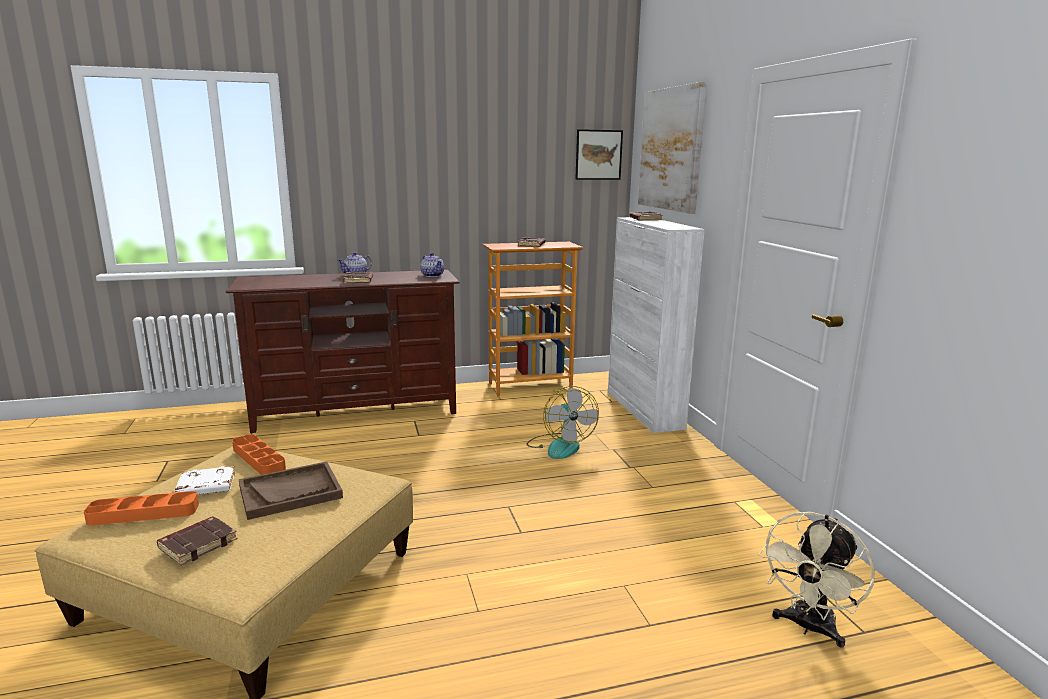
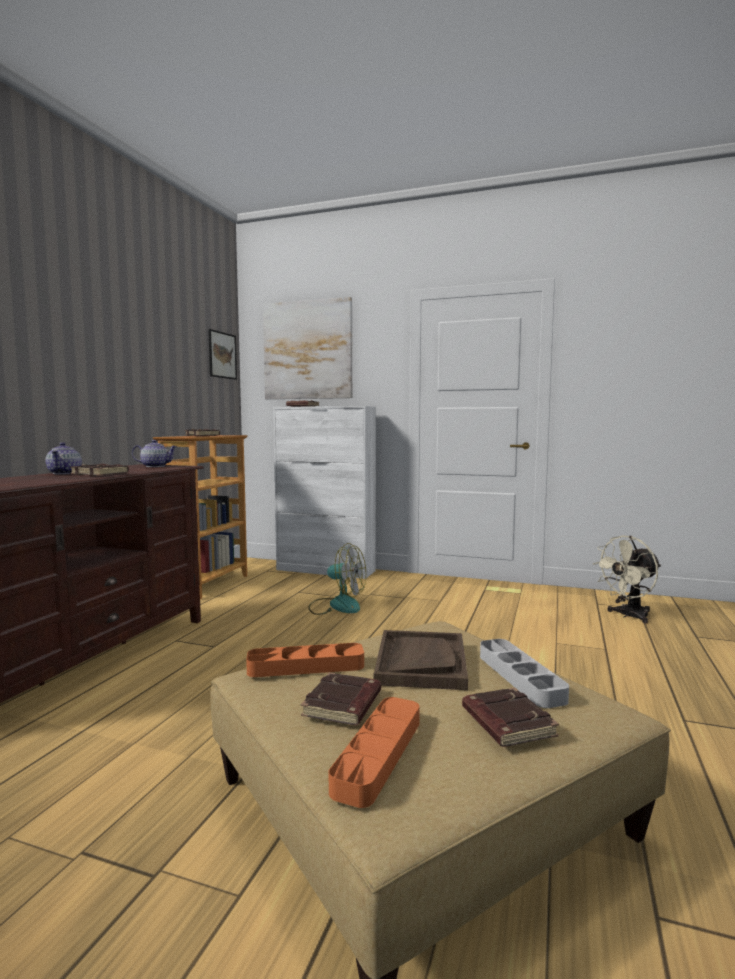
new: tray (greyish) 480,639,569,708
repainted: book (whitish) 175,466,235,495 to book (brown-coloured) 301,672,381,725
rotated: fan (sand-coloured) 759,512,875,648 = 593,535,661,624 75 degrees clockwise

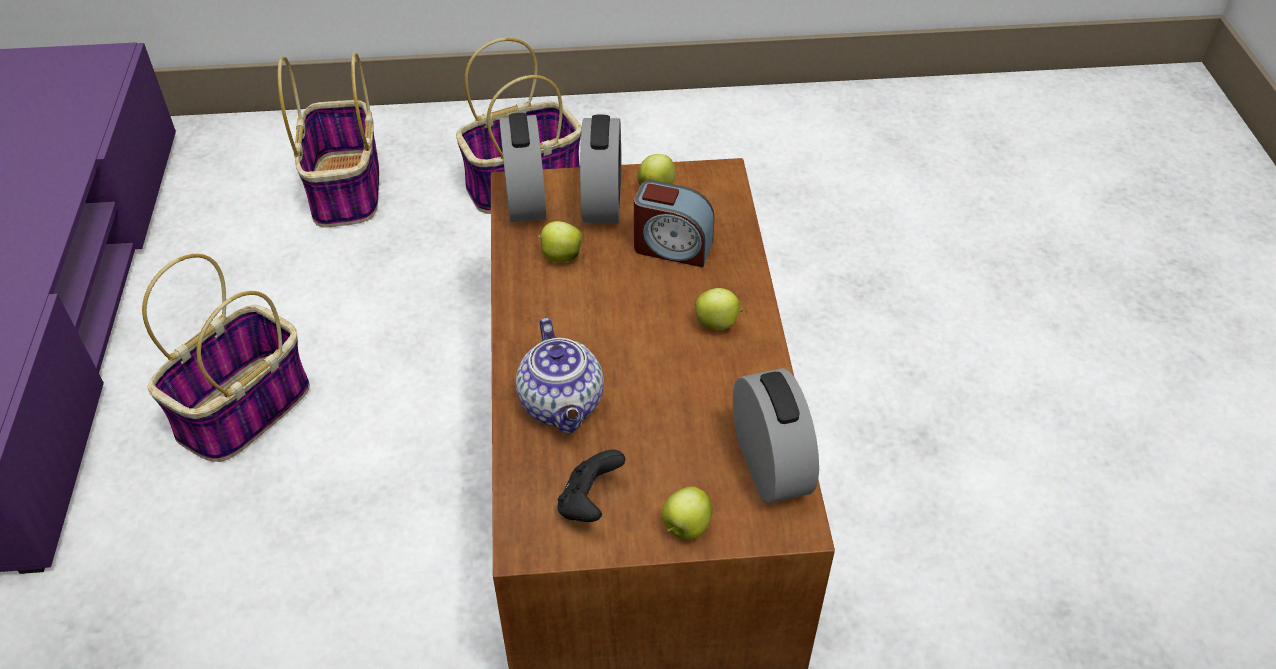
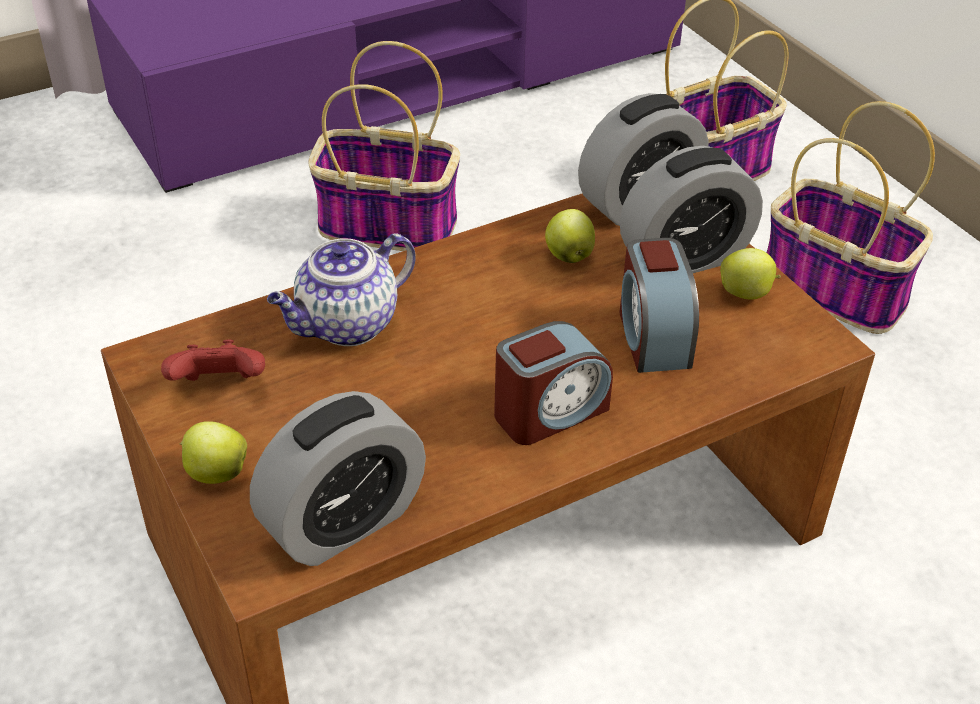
swapped: apple fruit 694,288,744,330 to table clock 494,321,613,445
repainted: joypad (black-coloured) 557,450,625,522 to joypad (reddish) 161,339,265,381

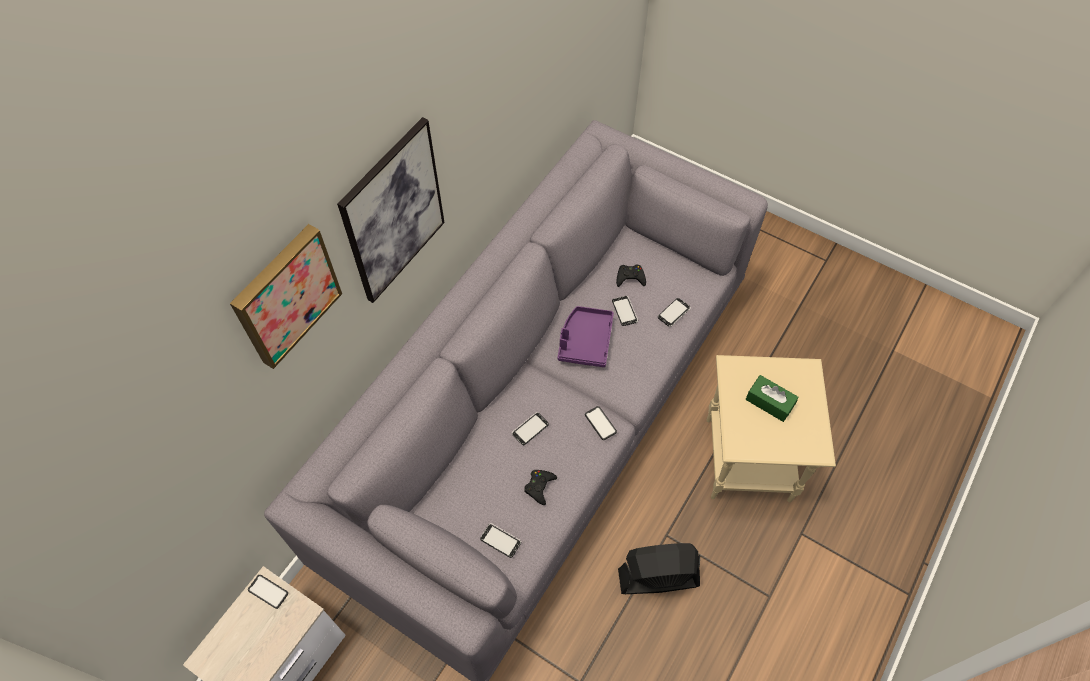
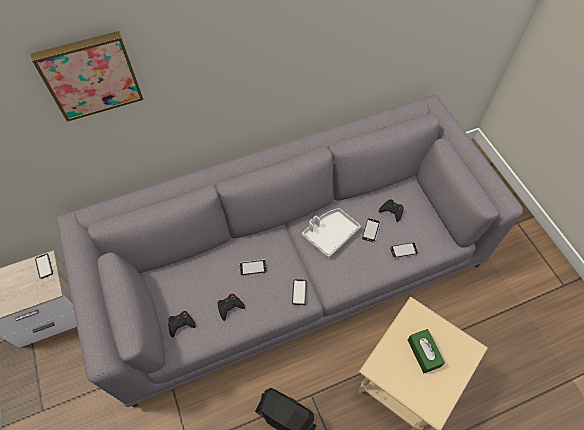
gone: picture 337,117,445,303
swapped: phone 480,523,521,558 to joypad (black-coloured) 168,311,196,338
repainted: tray (purple) 557,306,614,367 to tray (whitish) 302,208,361,258

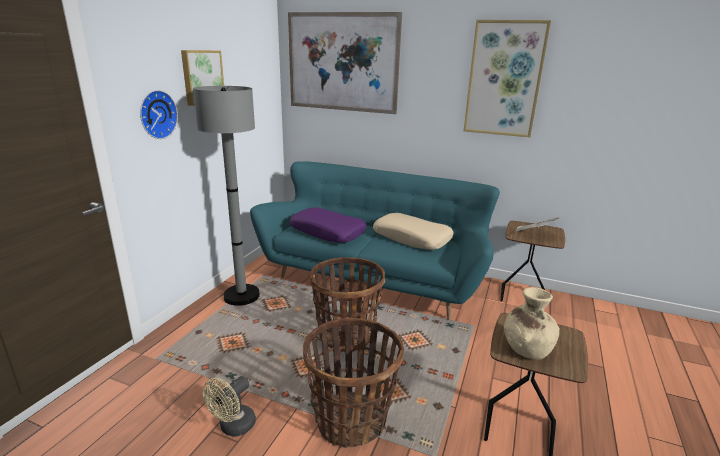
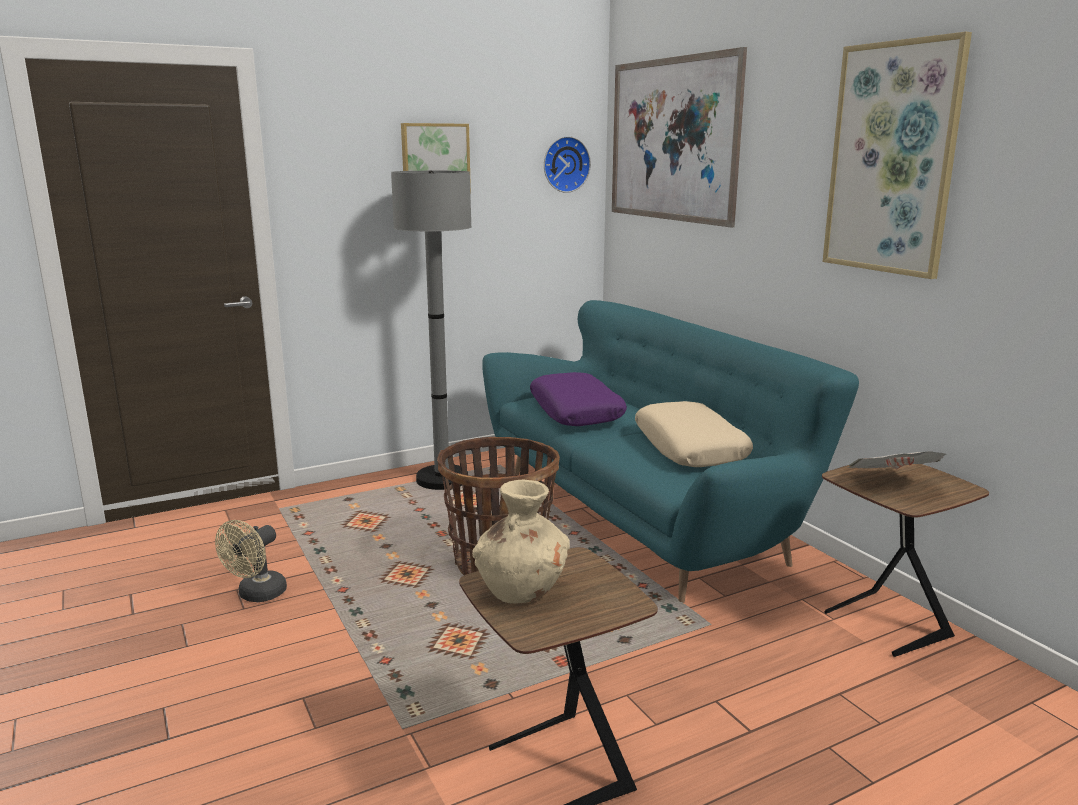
gone: basket 303,318,404,448
shifted: wall clock 140,90,178,139 to 544,136,591,193
rotated: fan (sand-coloured) 203,376,256,437 = 215,520,287,602 45 degrees counterclockwise

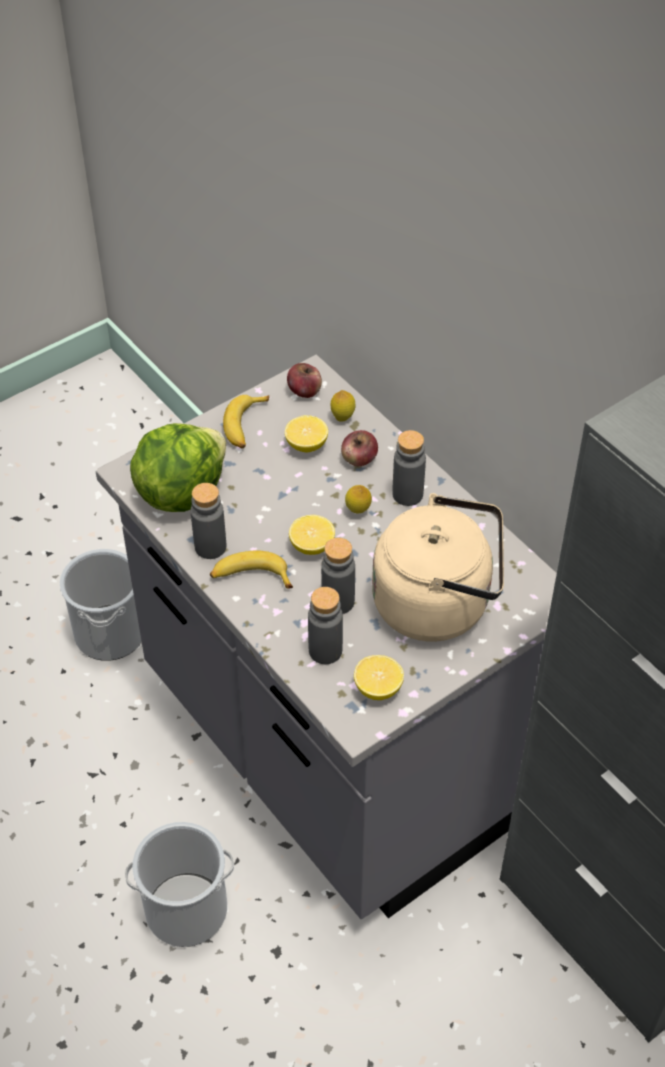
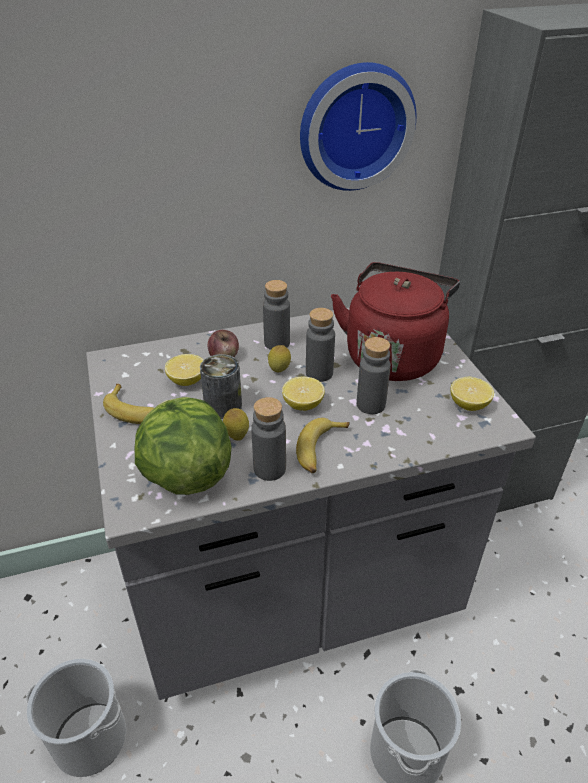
gone: apple fruit 287,363,322,398
new: metal can 200,354,242,418; wall clock 300,62,416,191
shifted: drink bottle (greyish) 308,587,343,664 to 306,308,335,382; whole lemon 330,390,356,422 to 223,408,249,441
repainted: water kettle (sand-coloured) 372,493,504,642 to water kettle (reddish) 331,262,460,381

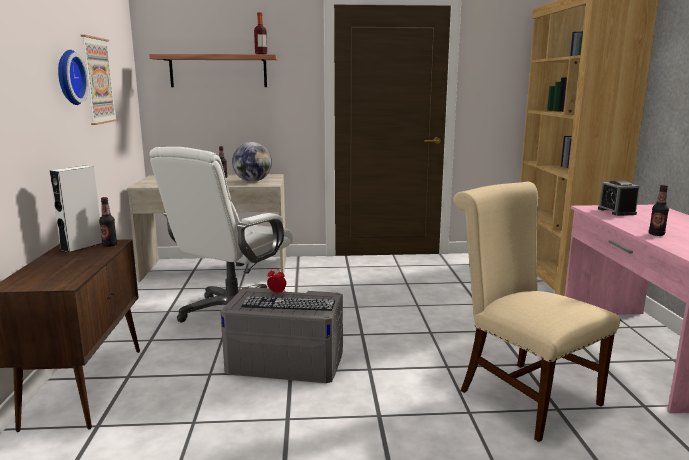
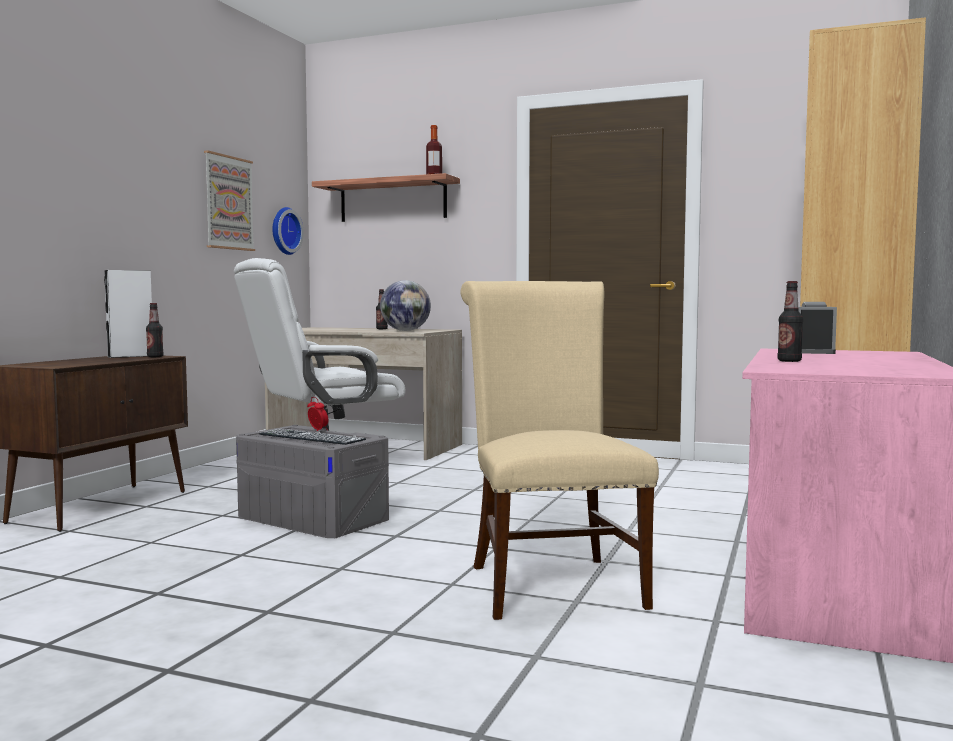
shifted: wall clock 58,50,89,105 to 272,207,304,255

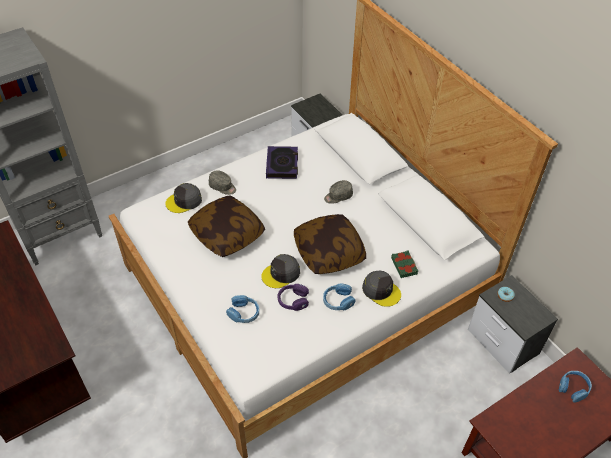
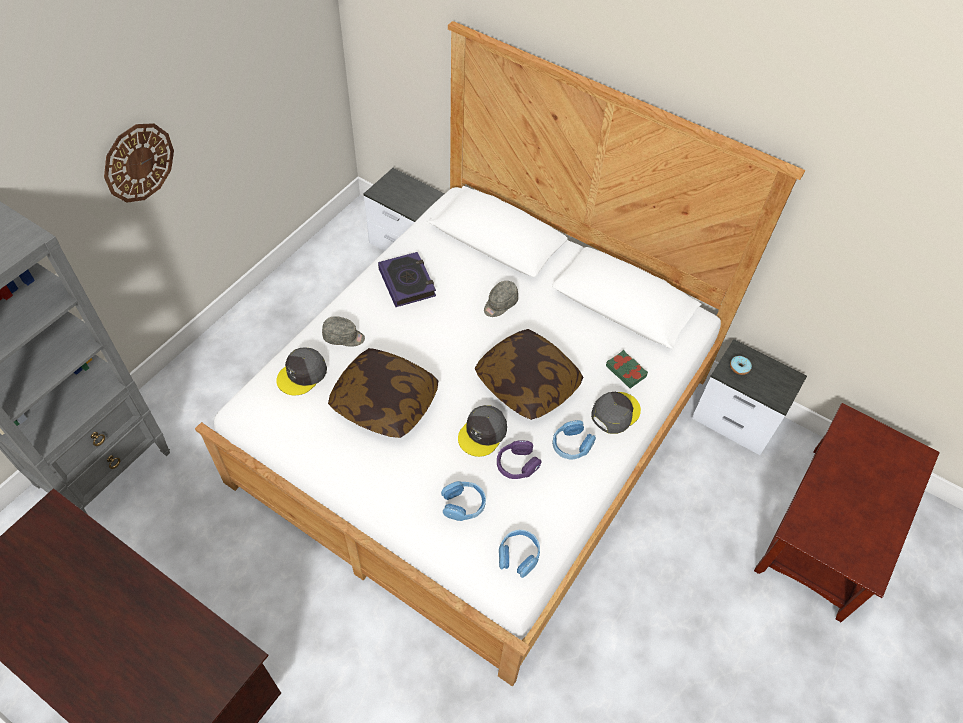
new: wall clock 104,123,174,203
shifted: pair of headphones (blue) 559,371,592,403 to 499,530,540,578
rotated: peaked cap (greyish) 362,271,401,307 = 591,392,641,434 60 degrees counterclockwise

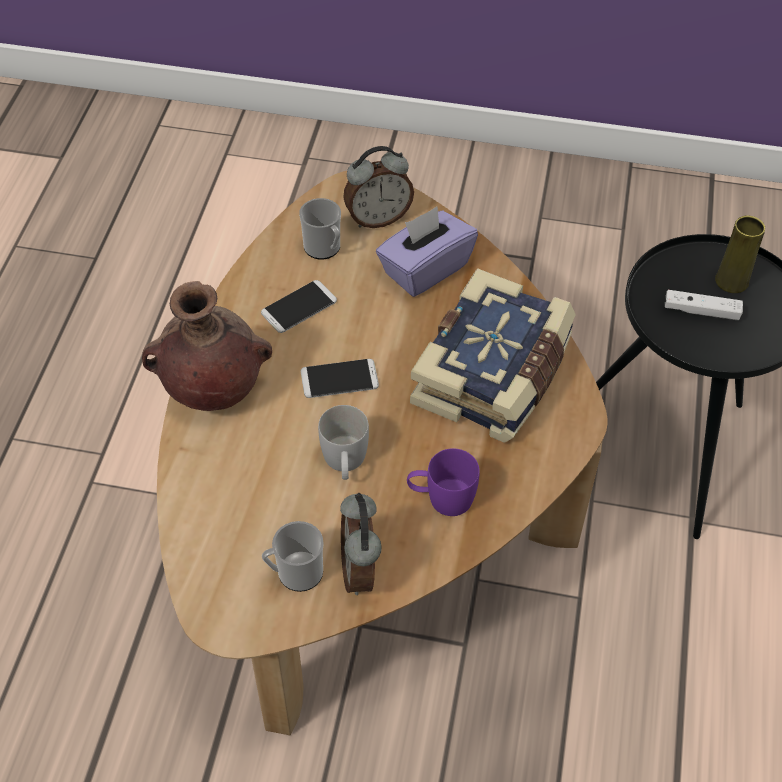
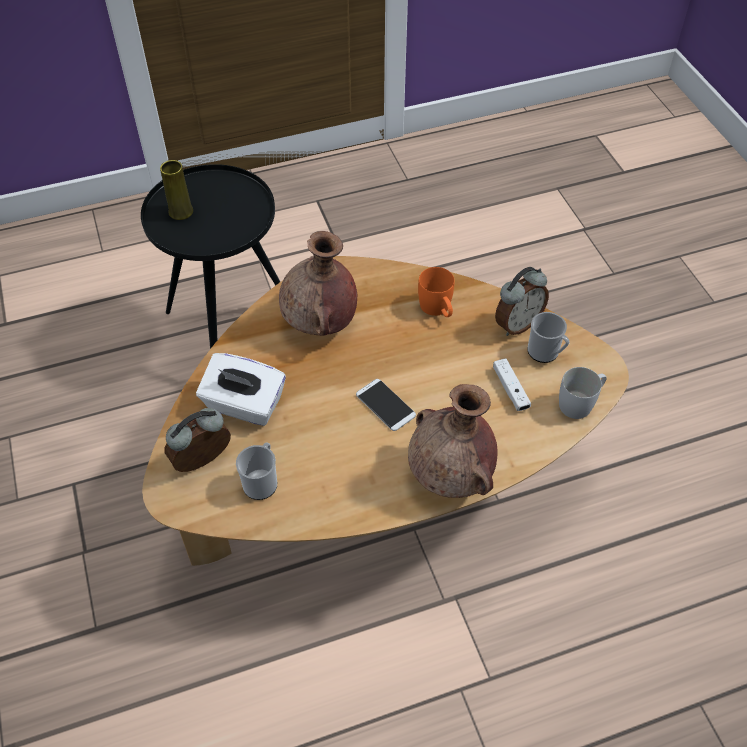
gone: phone 261,280,337,333
shifted: tea mug (whitish) 318,405,369,480 to 559,367,607,419; joypad (whitish) 665,290,743,320 to 493,358,531,411
swapped: book 410,268,576,443 to decorative vase (brown-coloured) 279,231,357,336
repainted: box of tissues (purple) 376,207,478,297 to box of tissues (whitish) 196,353,286,426; tea mug (purple) 407,449,480,516 to tea mug (orange-coloured) 418,267,455,317
rotated: table clock 343,146,414,228 = 165,408,231,472 75 degrees counterclockwise

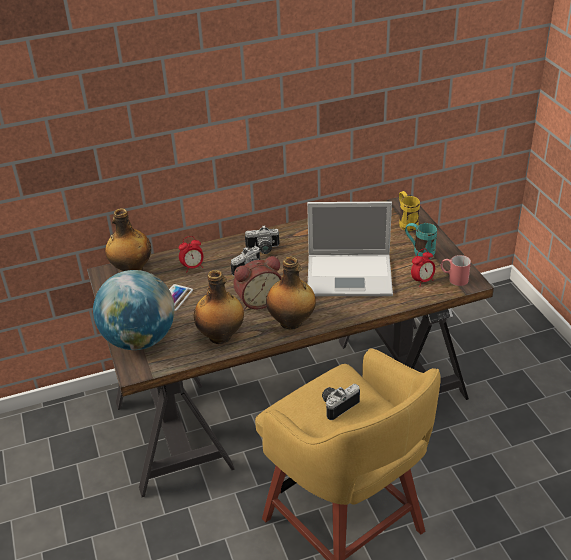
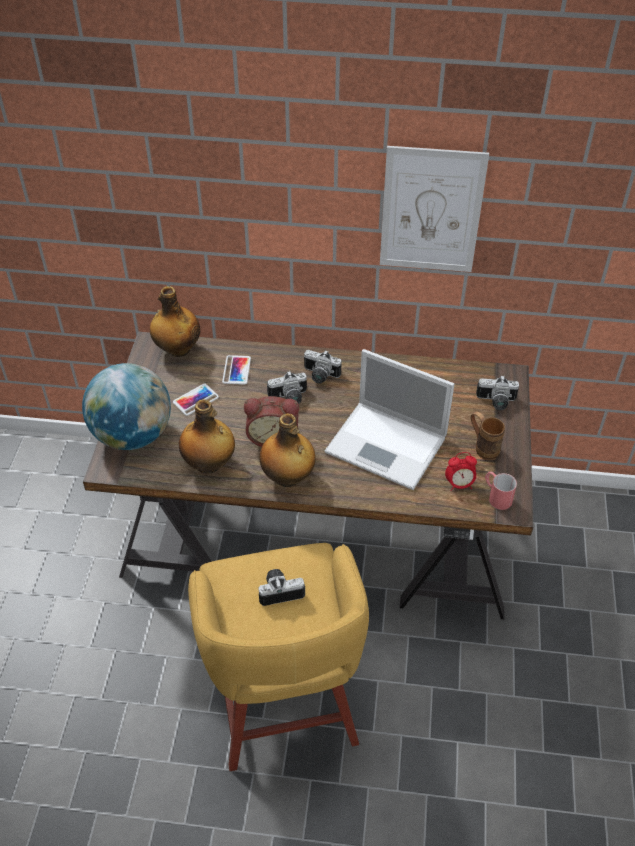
new: picture 380,146,489,272
swapped: table clock 179,236,204,271 to phone 222,355,251,385; tea mug (yellow) 399,191,420,231 to photo camera 476,376,519,410
repainted: tea mug (turquoise) 405,223,437,259 to tea mug (brown-coloured) 471,412,505,460

